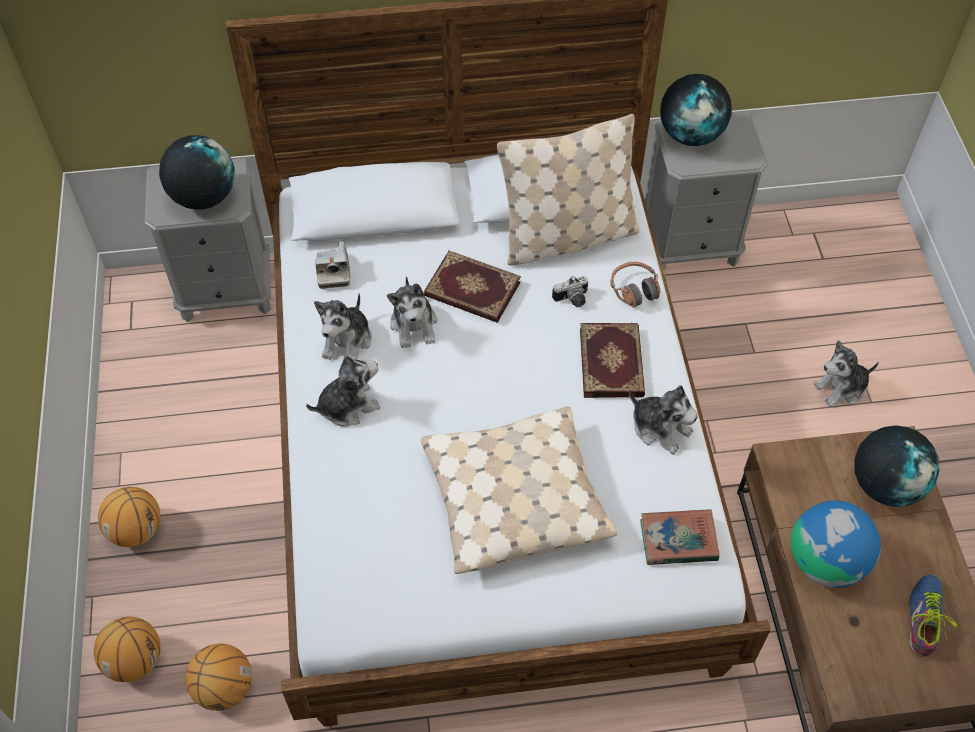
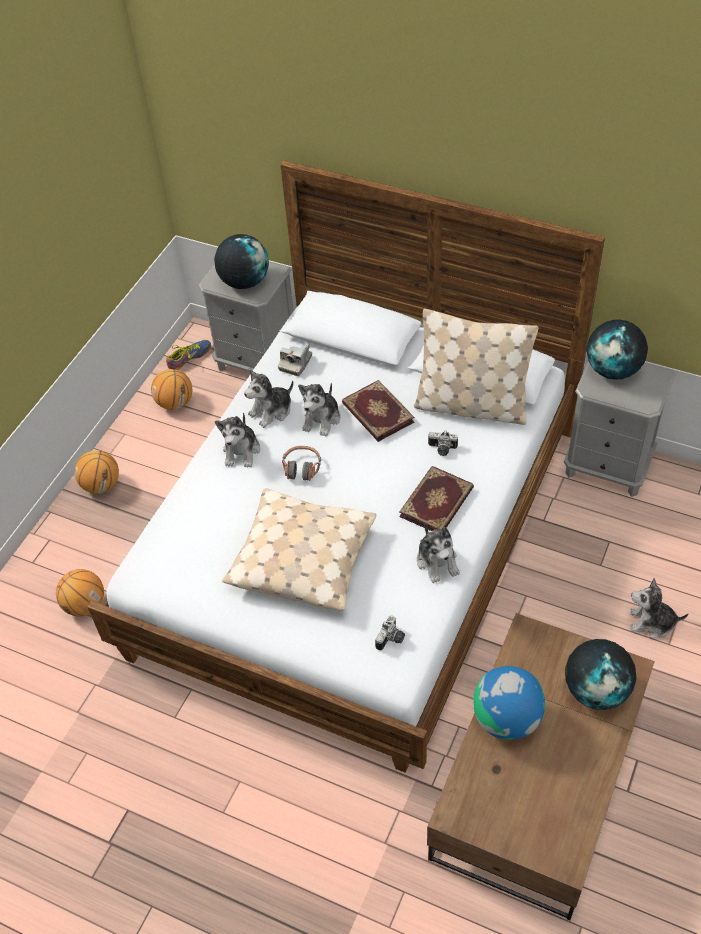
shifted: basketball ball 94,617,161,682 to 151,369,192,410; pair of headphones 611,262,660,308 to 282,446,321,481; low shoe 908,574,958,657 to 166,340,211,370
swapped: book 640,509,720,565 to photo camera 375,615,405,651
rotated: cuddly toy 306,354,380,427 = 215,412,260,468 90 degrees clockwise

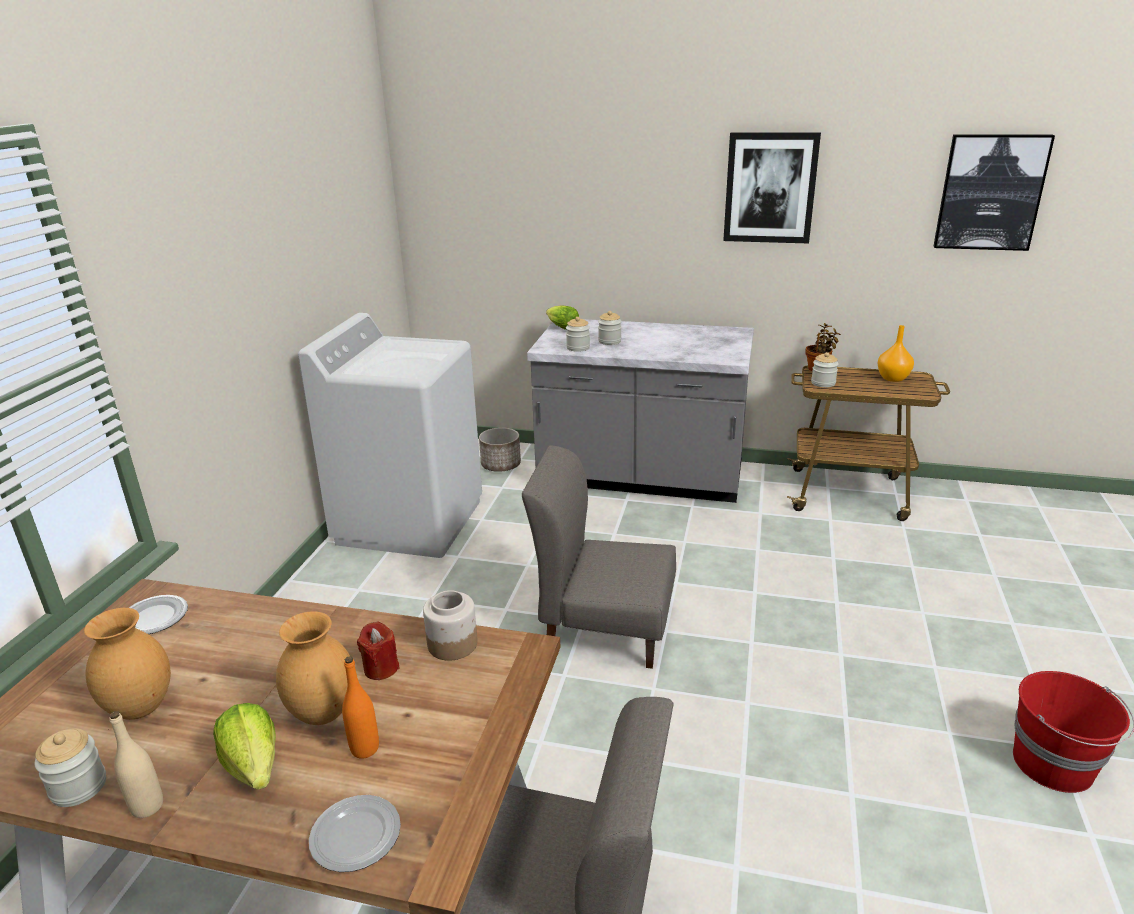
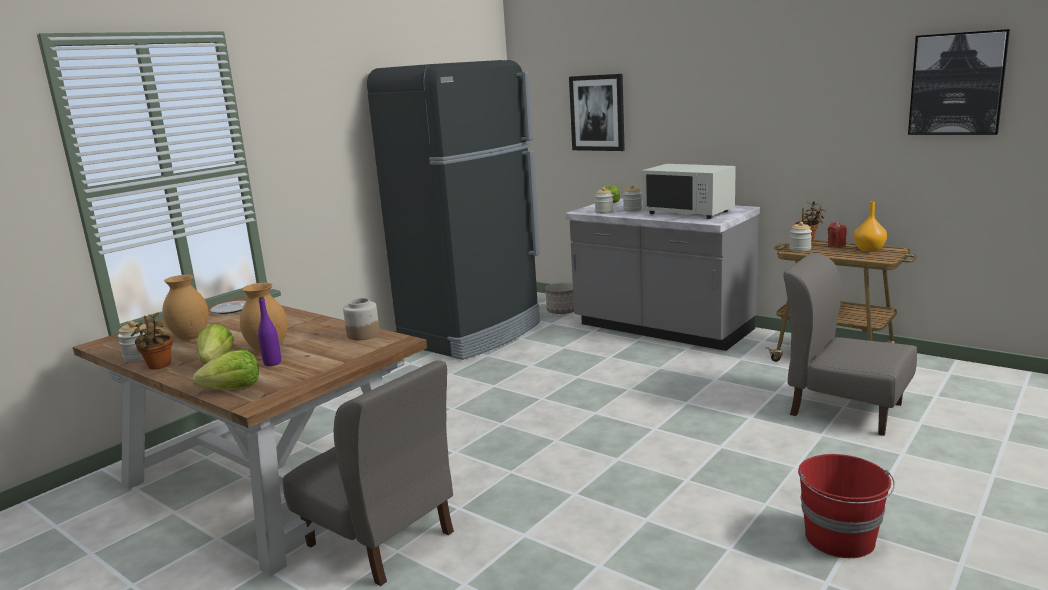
new: kitchen microwave (whitish) 642,164,736,219
shifted: wax light (reddish) 357,621,400,680 to 828,222,847,247; chair (greyish) 522,445,676,669 to 783,253,917,436; picture 723,132,821,244 to 569,74,625,151
swapped: drink bottle (sand-coloured) 109,711,163,818 to plant in a pot 129,312,173,369; laundry appliance (whitish) 298,313,482,558 to fridge (black-coloured) 367,60,540,360; flat dish 309,795,401,872 to lettuce head 193,350,259,389
repainted: drink bottle (orange-coloured) 342,656,379,759 to drink bottle (purple) 258,297,281,366

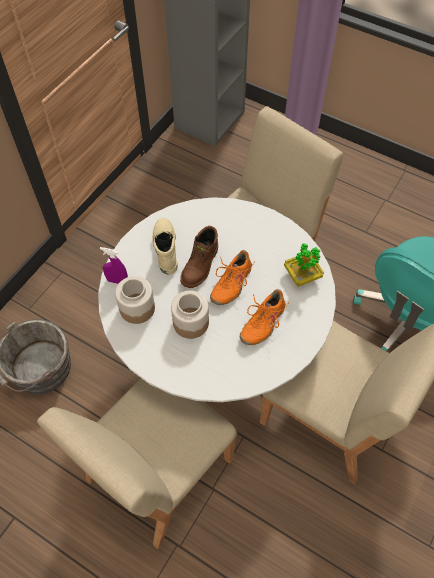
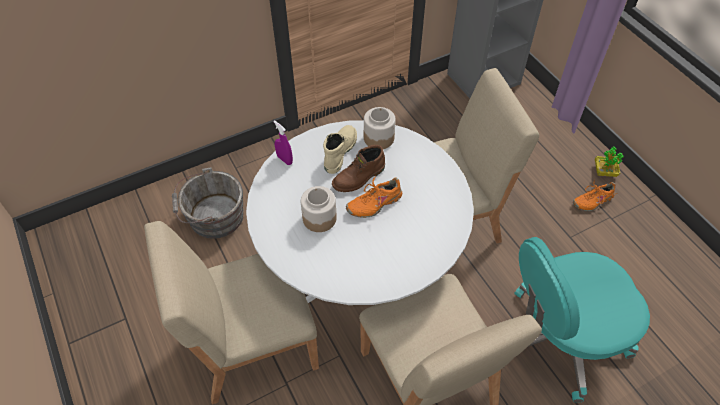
shifted: jar 115,276,155,324 to 364,107,396,149; low shoe (orange-coloured) 240,289,288,345 to 573,180,617,211; plant in a pot 284,243,324,287 to 595,147,624,177

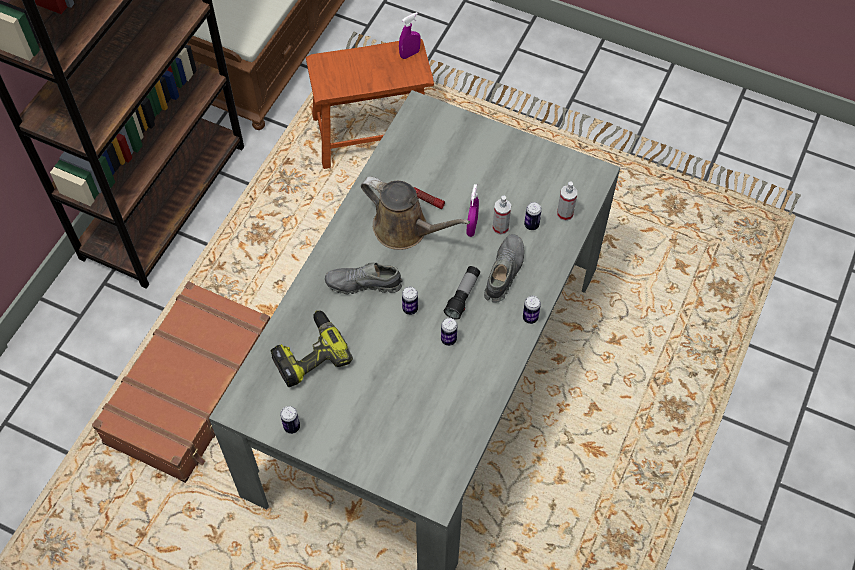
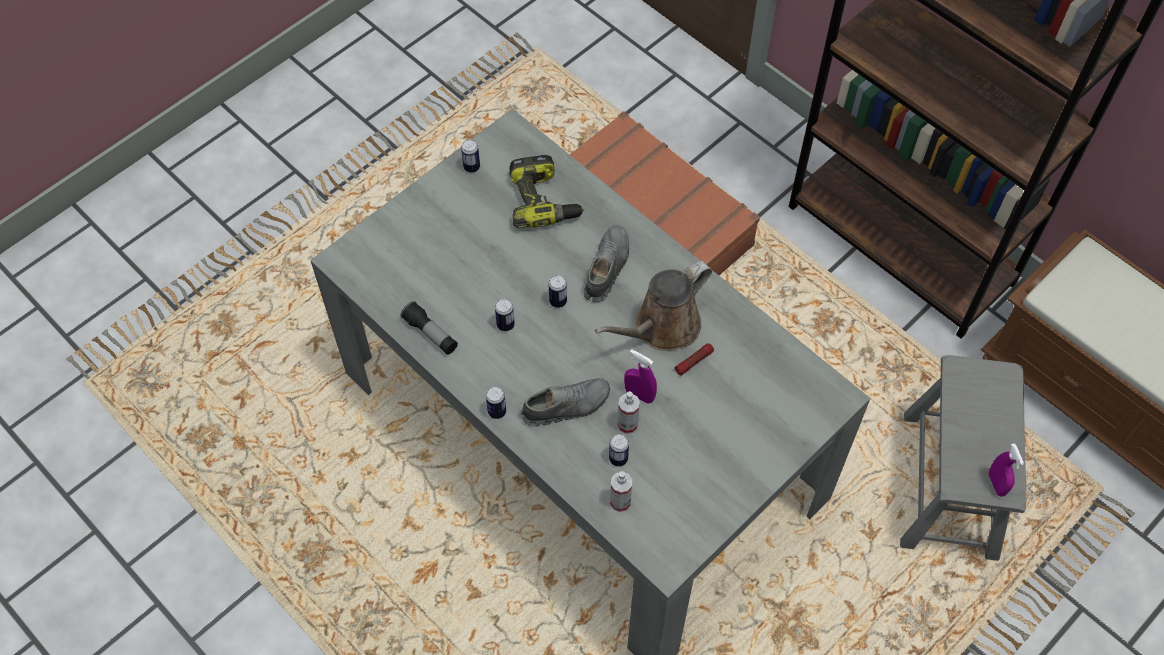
shifted: hand torch 444,266,480,320 to 401,301,458,355
repainted: stool seat (brown-coloured) 306,39,434,169 to stool seat (greyish) 900,355,1026,561
rotated: low shoe (greyish) 484,234,524,303 = 521,378,610,427 60 degrees counterclockwise

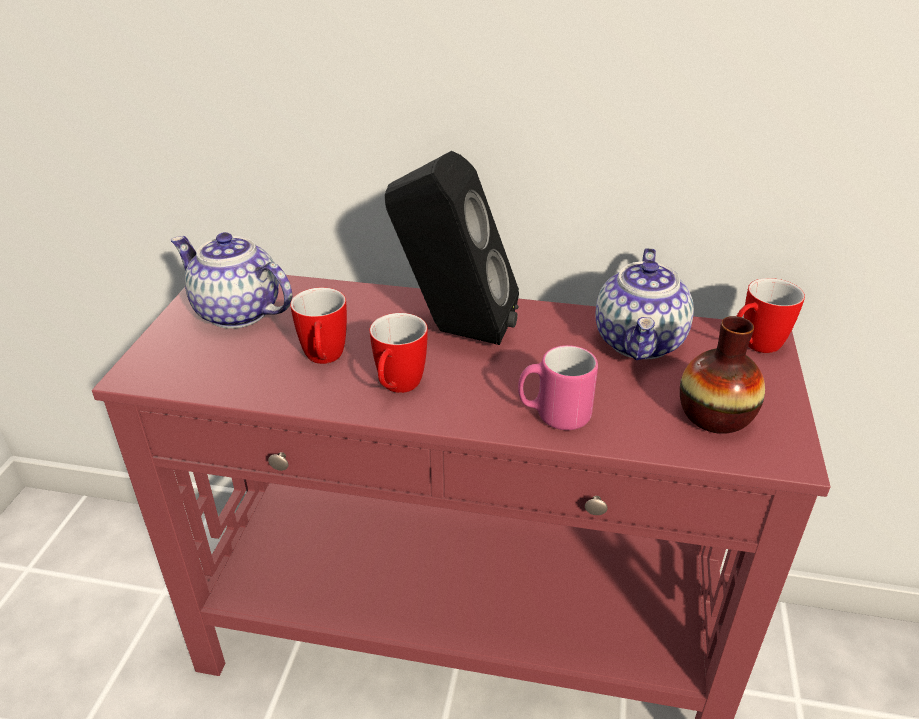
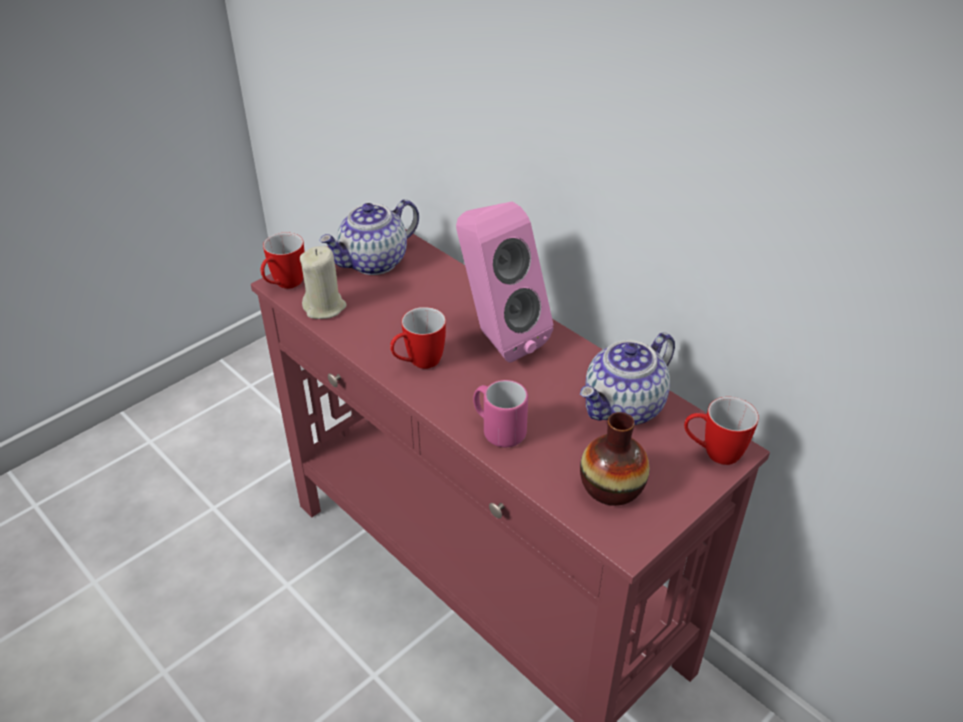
new: wax light (sand-coloured) 300,246,347,319
shifted: tea mug 290,287,347,364 to 261,232,304,289
repainted: loudspeaker (black-coloured) 385,151,519,345 to loudspeaker (pinkish) 456,202,554,362
rotated: pot for tea 171,232,292,329 = 319,199,419,275 105 degrees counterclockwise

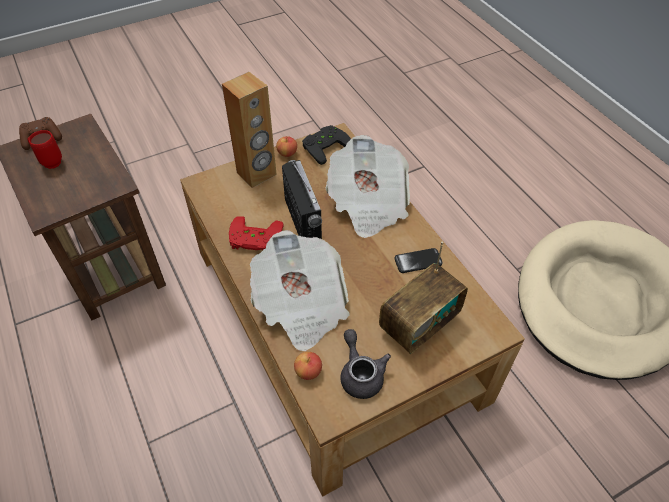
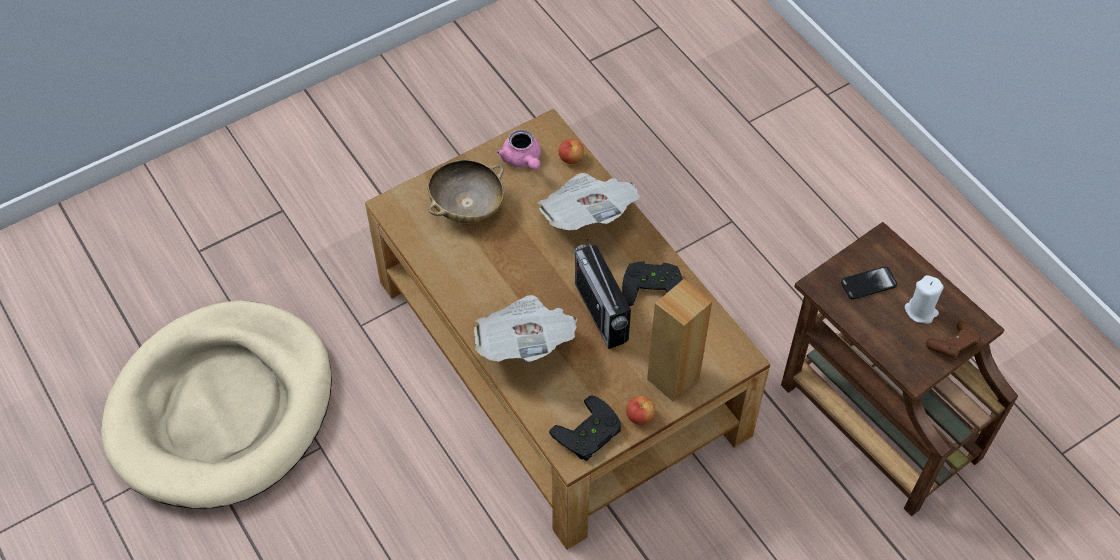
shifted: phone 395,248,443,273 to 841,266,897,300
swapped: tea mug (reddish) 28,130,62,169 to wax light (whitish) 905,275,943,324; radio 379,242,468,355 to serving bowl (sand-coloured) 428,160,504,223
repainted: joypad (reddish) 229,216,284,250 to joypad (black-coloured) 622,262,682,306; pot for tea (greyish) 340,329,391,399 to pot for tea (pinkish) 496,130,541,170

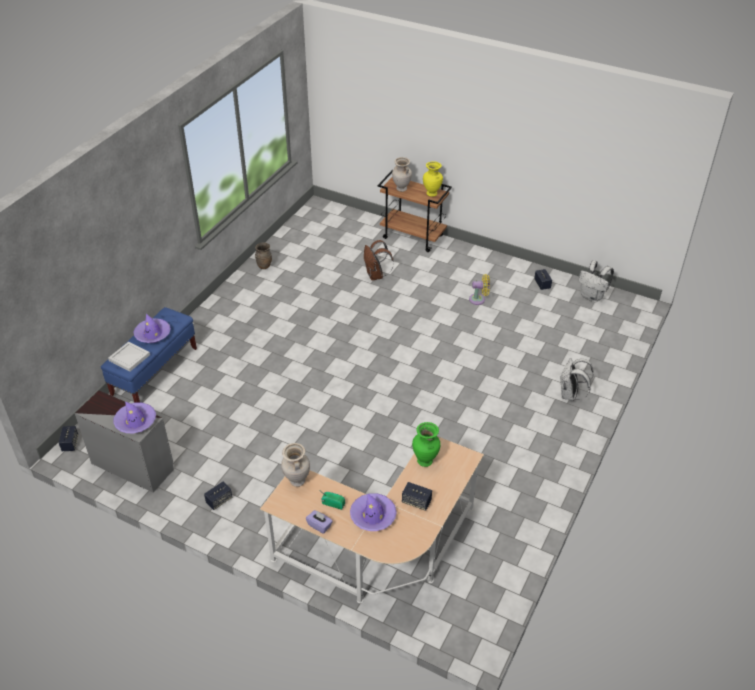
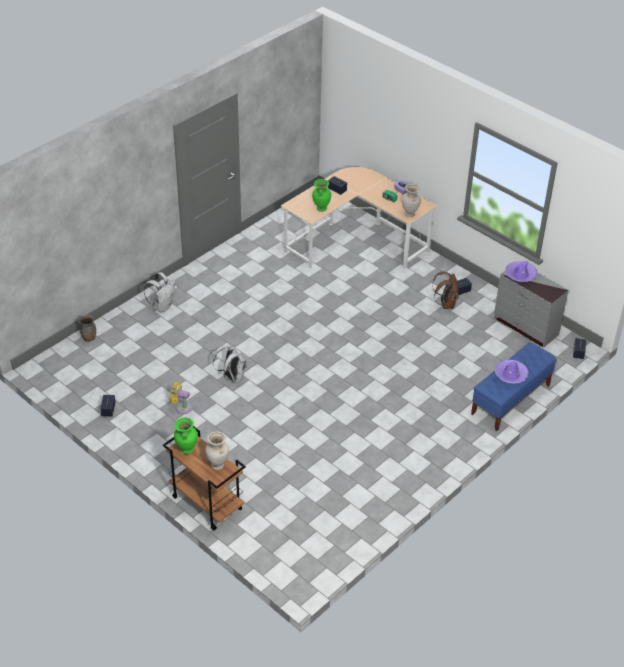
gone: tray (whitish) 108,341,150,372; hat (purple) 350,493,397,531
shifted: decorative vase (brown-coloured) 255,242,272,269 to 79,315,96,342; rucksack (brown-coloured) 364,240,394,280 to 432,271,459,309; rucksack (whitish) 579,260,614,302 to 213,344,247,383
repainted: decorative vase (yellow) 423,161,443,197 to decorative vase (green) 174,417,198,454

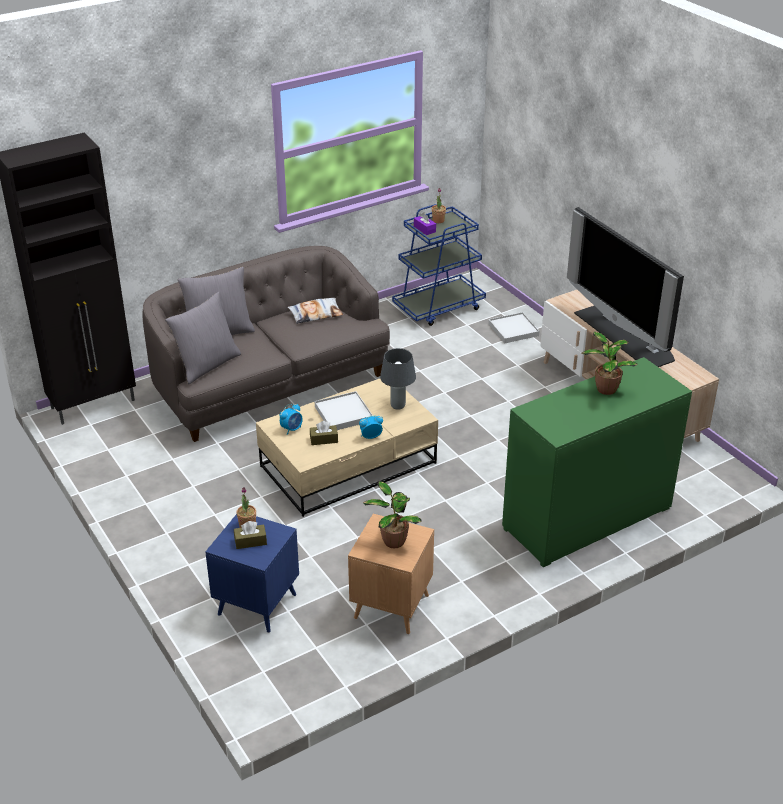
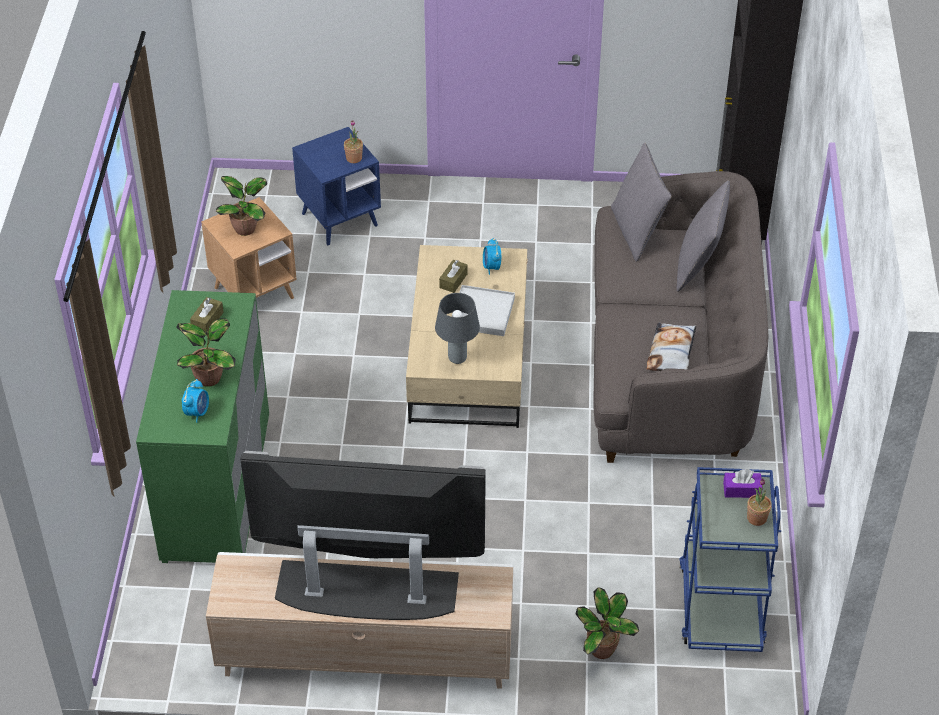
shifted: box of tissues (brown-coloured) 234,521,267,549 to 190,297,224,333; table clock 359,415,383,439 to 182,379,209,423
swapped: tray (whitish) 488,312,539,344 to plant in a pot 576,587,639,659

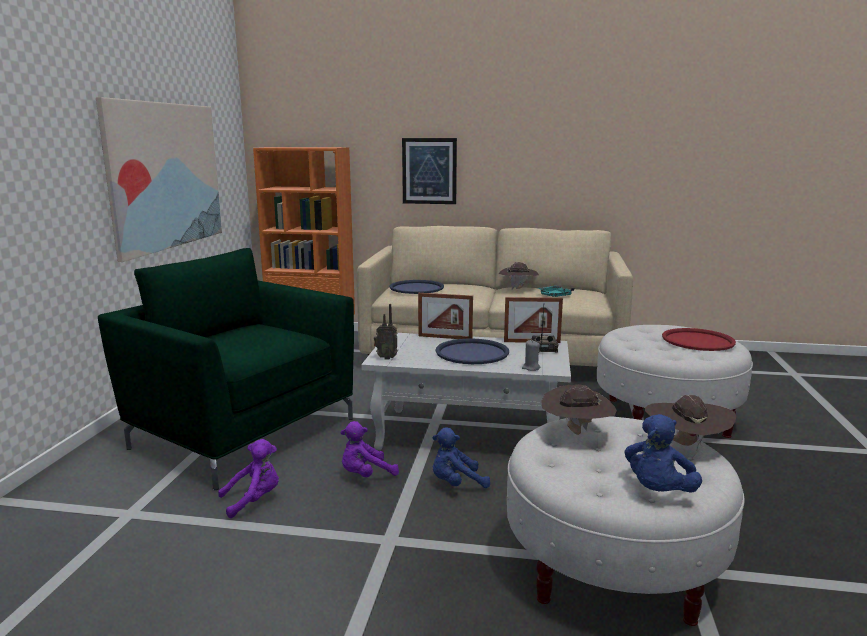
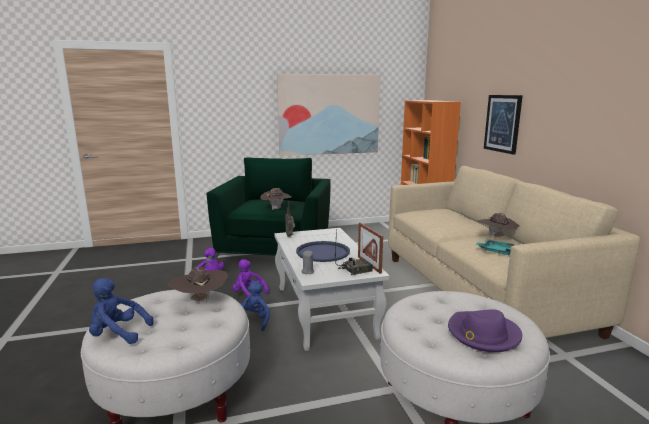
gone: tray (blue) 389,280,444,294; picture frame 418,293,473,339
shifted: hat (brown-coloured) 645,395,736,450 to 260,188,292,210
swapped: tray (reddish) 662,328,736,351 to hat (purple) 448,309,522,352
rotated: cuddly toy (blue) 432,428,490,488 = 240,281,270,331 45 degrees clockwise

